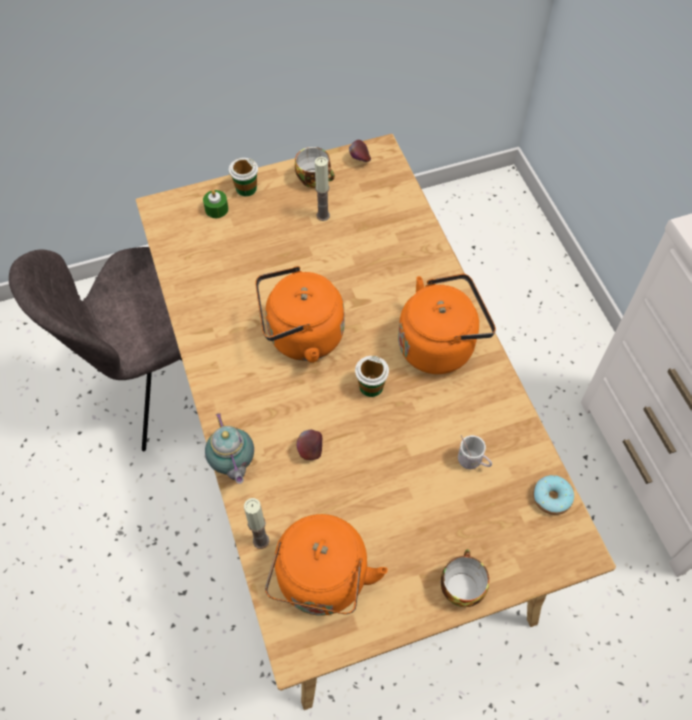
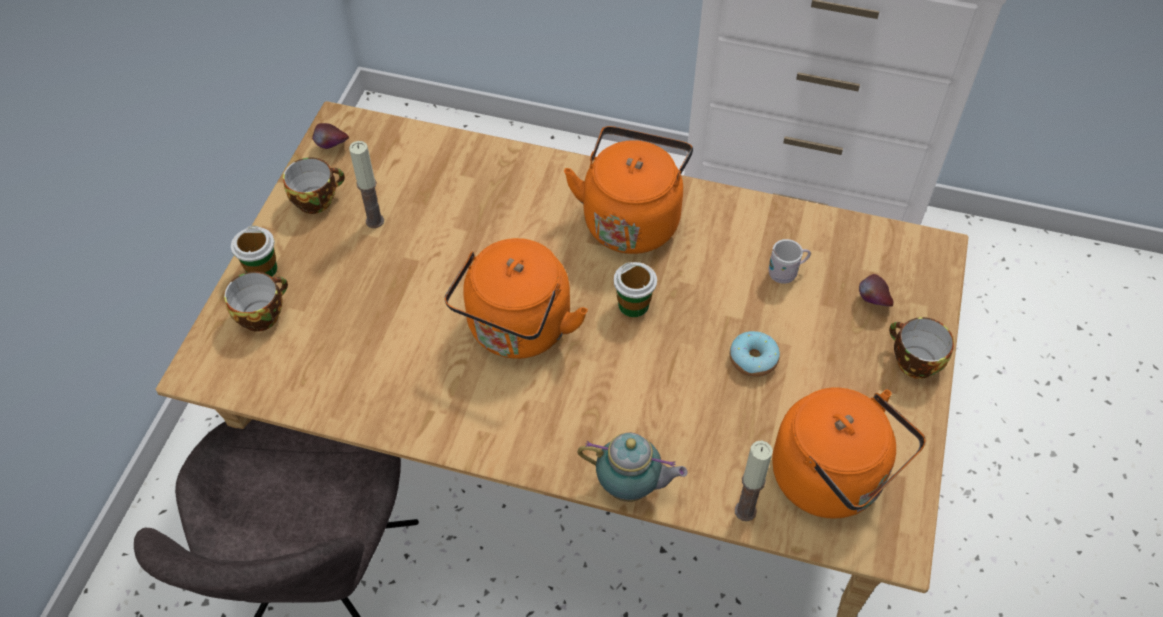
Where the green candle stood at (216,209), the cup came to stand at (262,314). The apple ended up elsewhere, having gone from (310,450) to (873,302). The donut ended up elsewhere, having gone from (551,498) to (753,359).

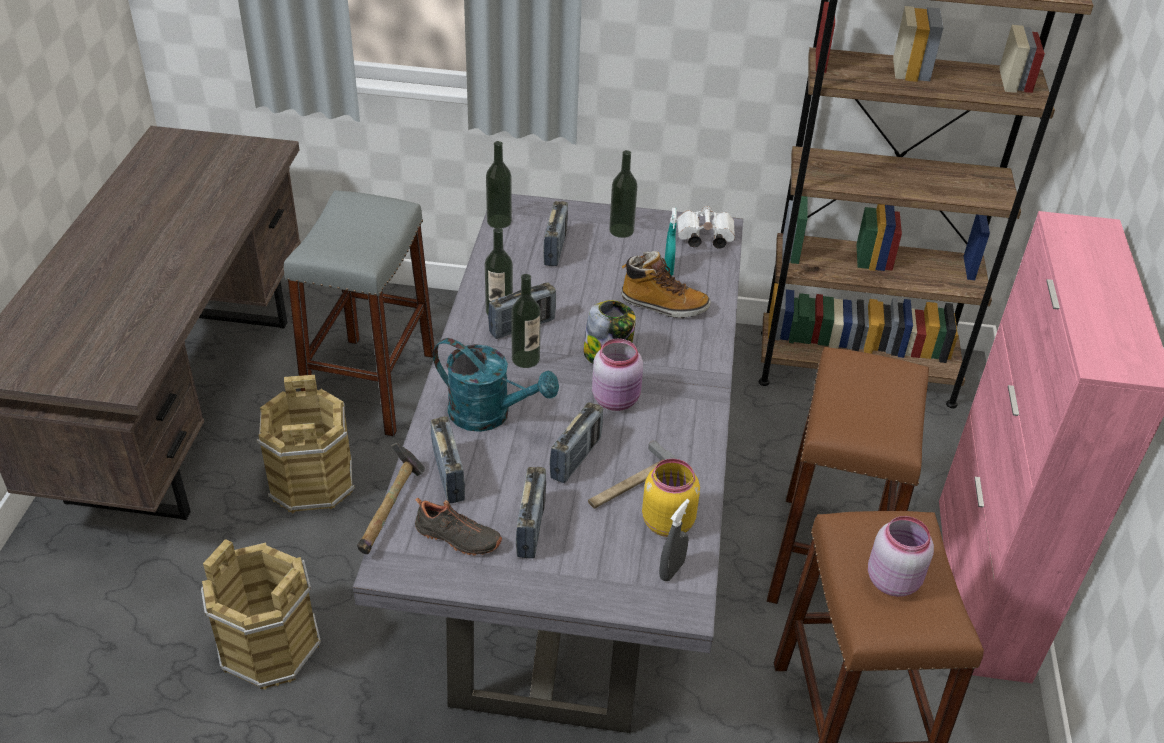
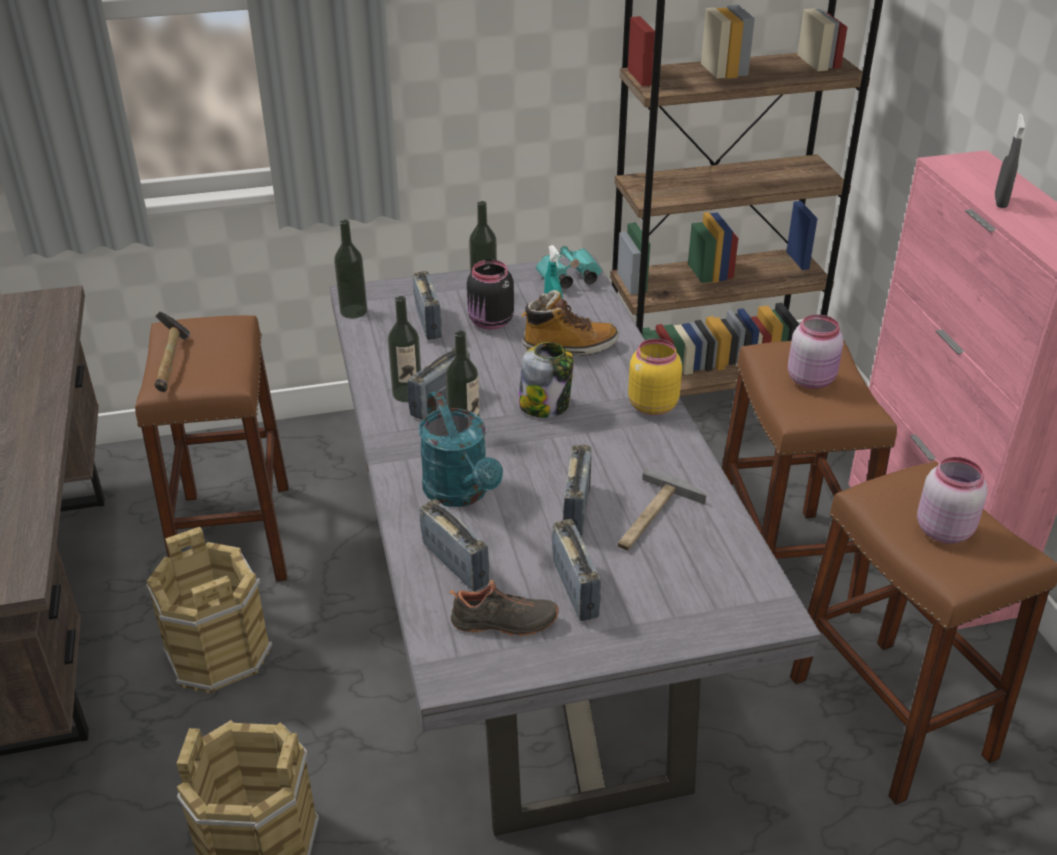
What was the grey stool at (371,385) turned into the brown stool at (234,536). The hammer ended up elsewhere, having gone from (391,509) to (172,364). The turquoise watering can at (490,415) ended up facing another way, 60 degrees clockwise from before. The pink jar ended up elsewhere, having gone from (617,399) to (812,379). The yellow jar ended up elsewhere, having gone from (666,521) to (651,405). The grey spray bottle ended up elsewhere, having gone from (671,570) to (1000,202). What was the white binoculars at (703,238) turned into the turquoise binoculars at (568,280). The second view gained the black jar at (490,322).

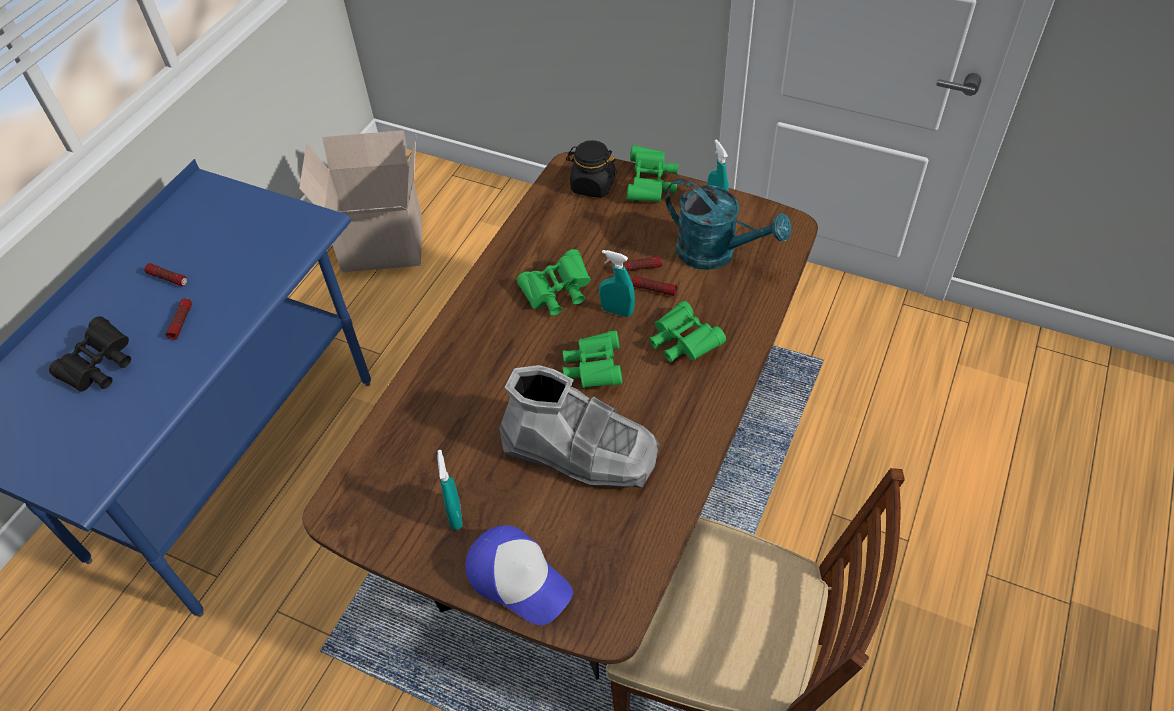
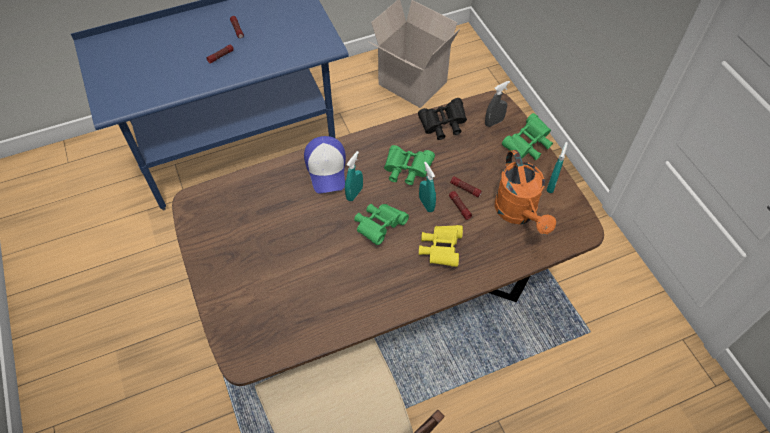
The black binoculars ended up elsewhere, having gone from (101,367) to (443,126). The turquoise spray bottle ended up elsewhere, having gone from (455,515) to (354,194). The cap ended up elsewhere, having gone from (519,579) to (327,169). The second view lost the grey boot at (580,451). Where the black jar stood at (592,185), the grey spray bottle came to stand at (494,122). What was the green binoculars at (682,343) turned into the yellow binoculars at (440,249). What was the turquoise watering can at (716,253) turned into the orange watering can at (519,213).

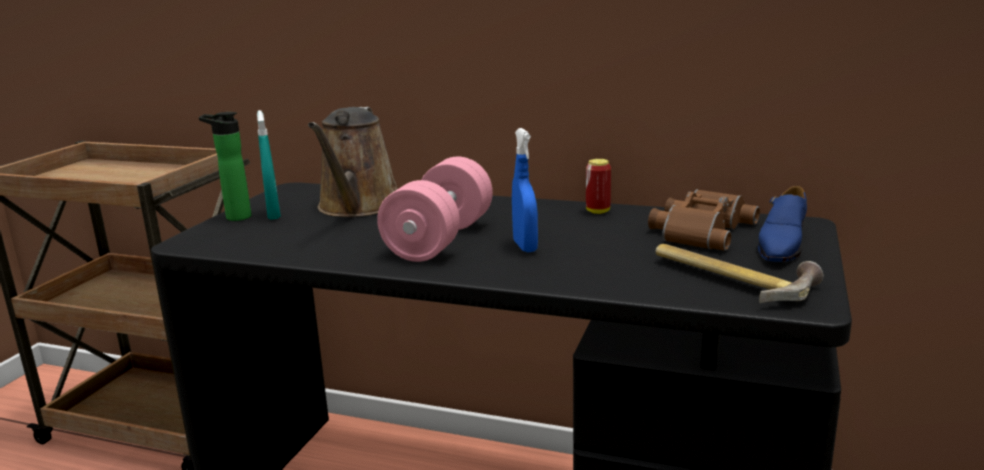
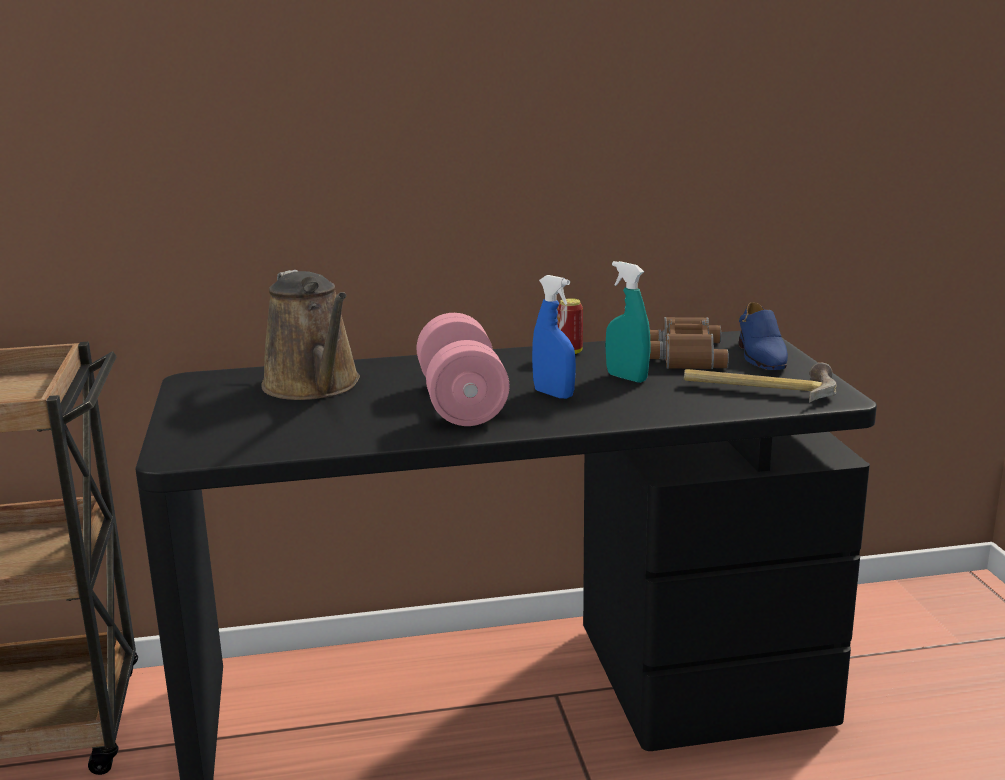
The second view lost the bottle at (234,217). The turquoise spray bottle ended up elsewhere, having gone from (273,214) to (626,378).

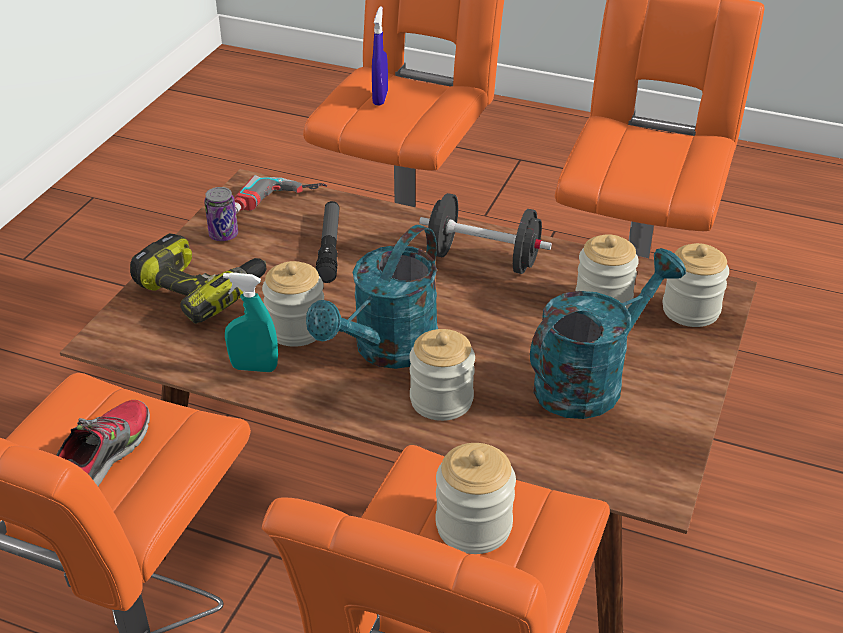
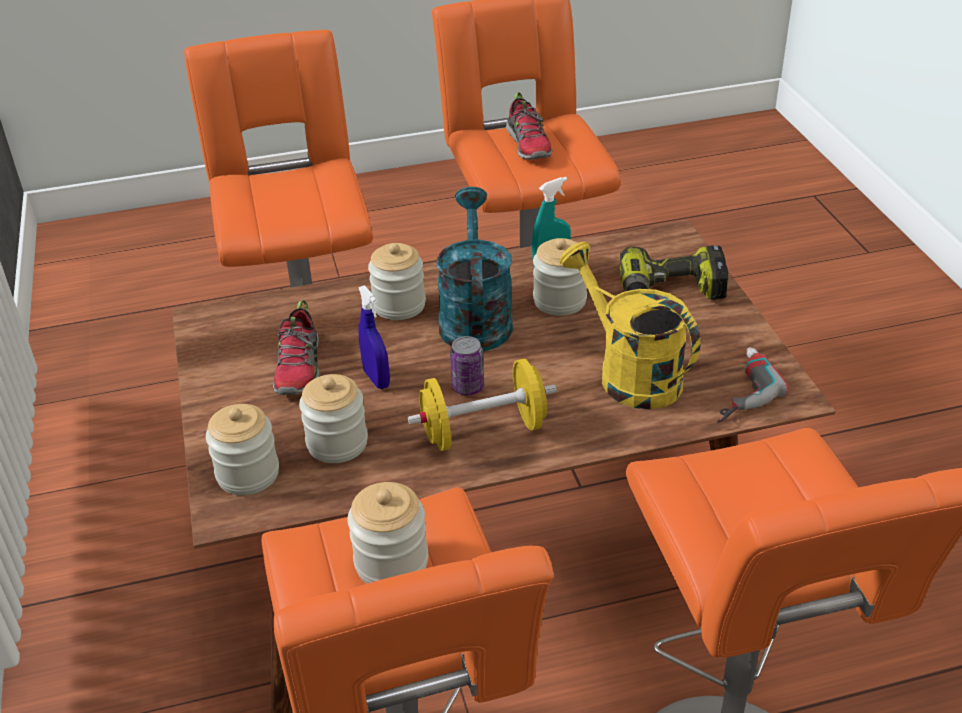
The can ended up elsewhere, having gone from (223,235) to (468,387). Where the flashlight stood at (329,247), the yellow watering can came to stand at (629,373). The blue spray bottle ended up elsewhere, having gone from (380,98) to (376,379). What was the black dumbbell at (483,259) turned into the yellow dumbbell at (483,431). The jar ended up elsewhere, having gone from (473,526) to (391,562). Where the turquoise watering can stood at (590,380), the shoe came to stand at (299,368).

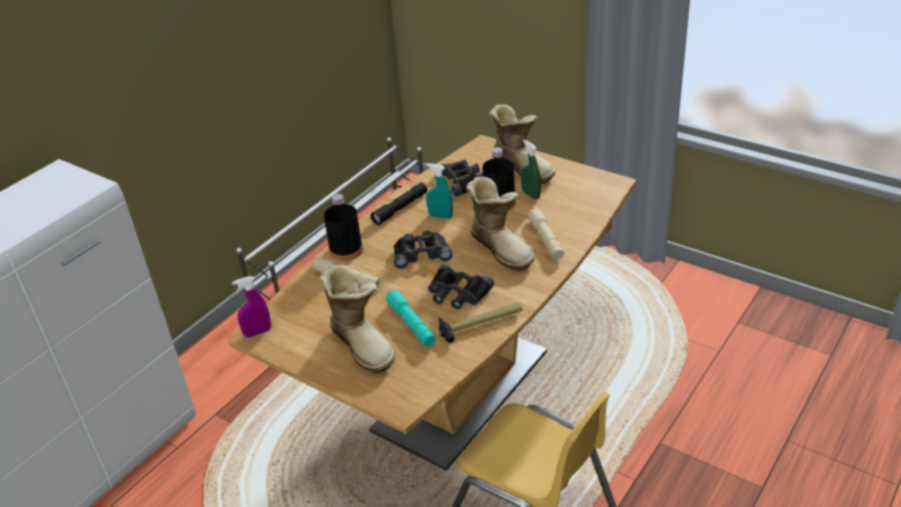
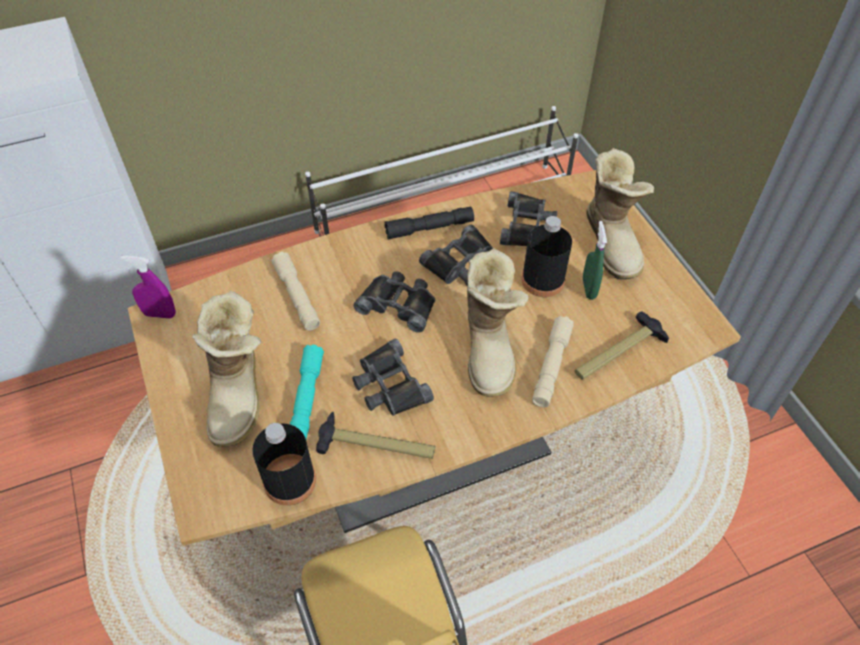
The black bottle ended up elsewhere, having gone from (346,250) to (290,481). Where the turquoise spray bottle stood at (440,216), the black binoculars came to stand at (462,263). The second view gained the hammer at (618,353).

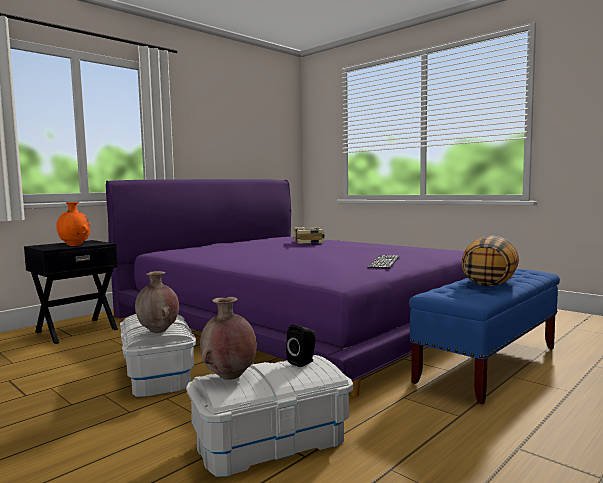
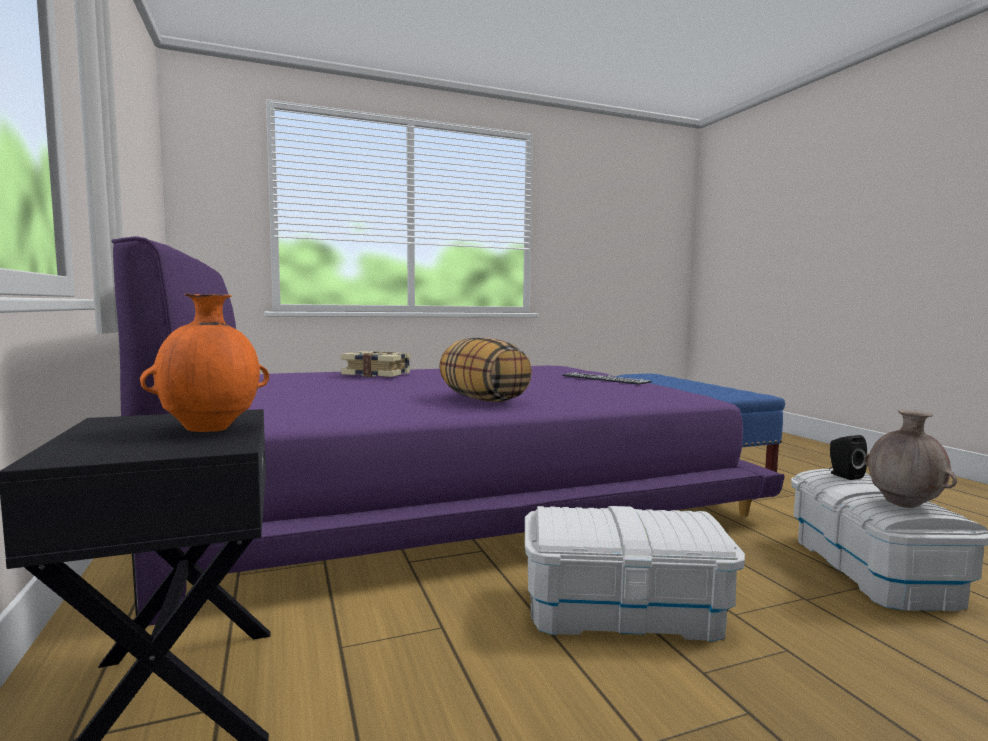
The second view lost the brown vase at (159,331). The pillow ended up elsewhere, having gone from (489,283) to (482,399).

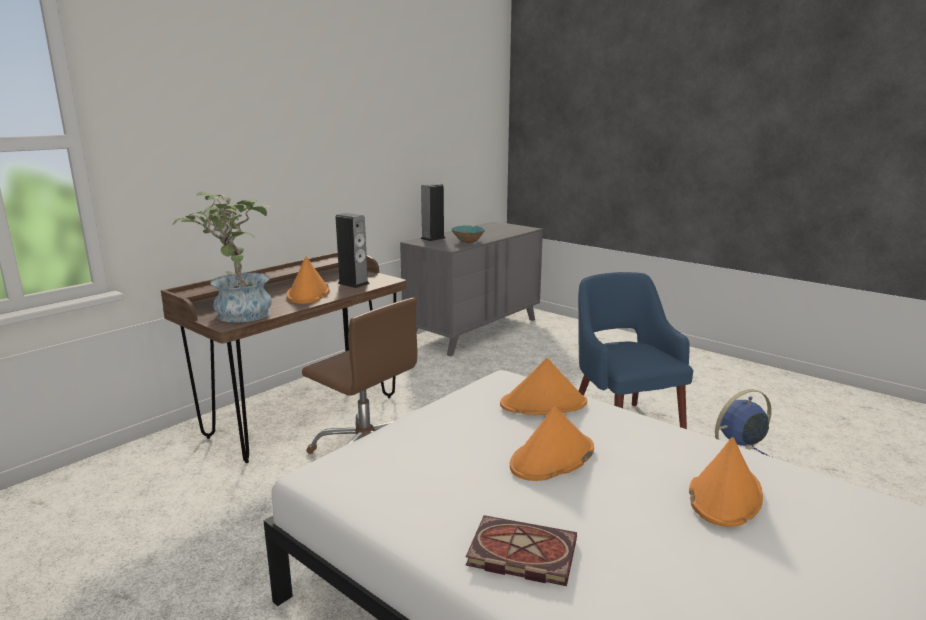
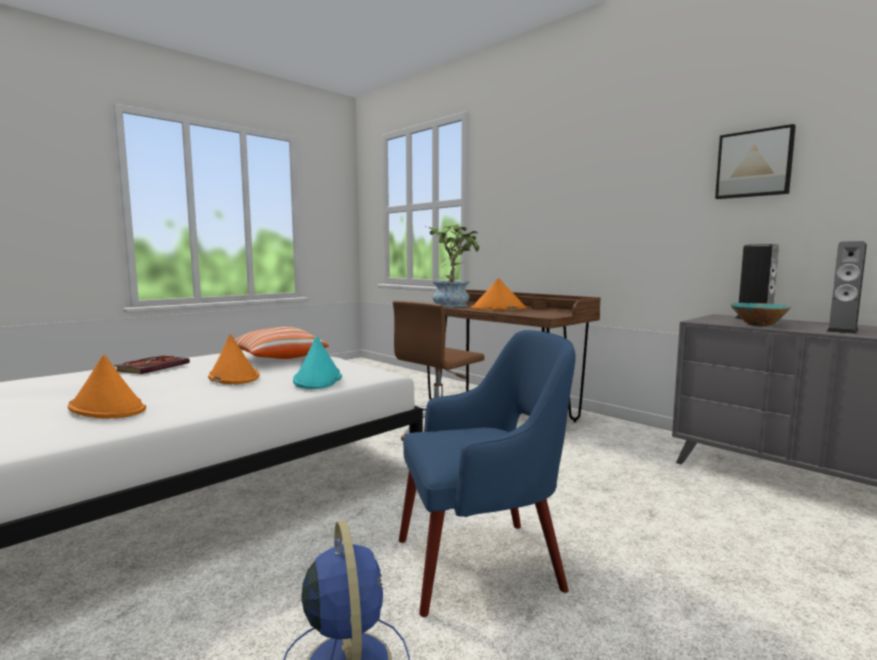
The speaker ended up elsewhere, having gone from (353,283) to (842,330). What was the orange hat at (544,404) turned into the turquoise hat at (318,379). The second view gained the pillow at (278,358). The second view gained the picture at (754,164).

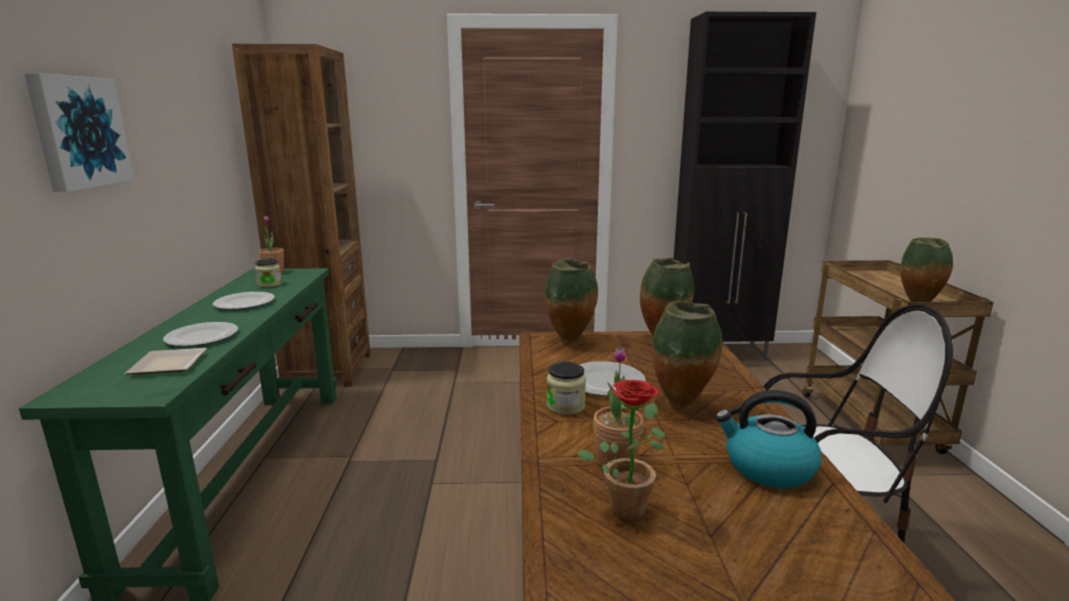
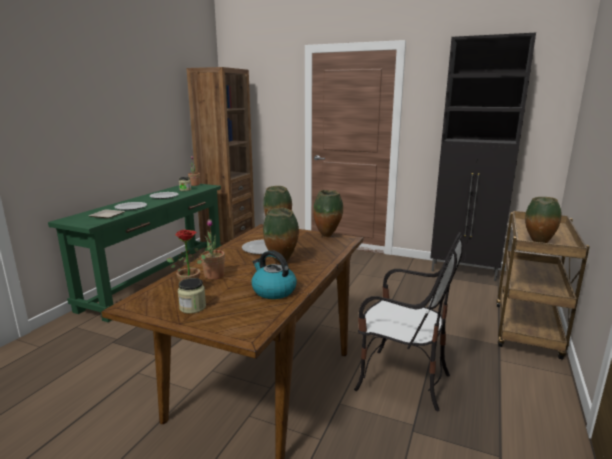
The second view lost the picture at (78,132). The jar ended up elsewhere, having gone from (565,406) to (192,307).

